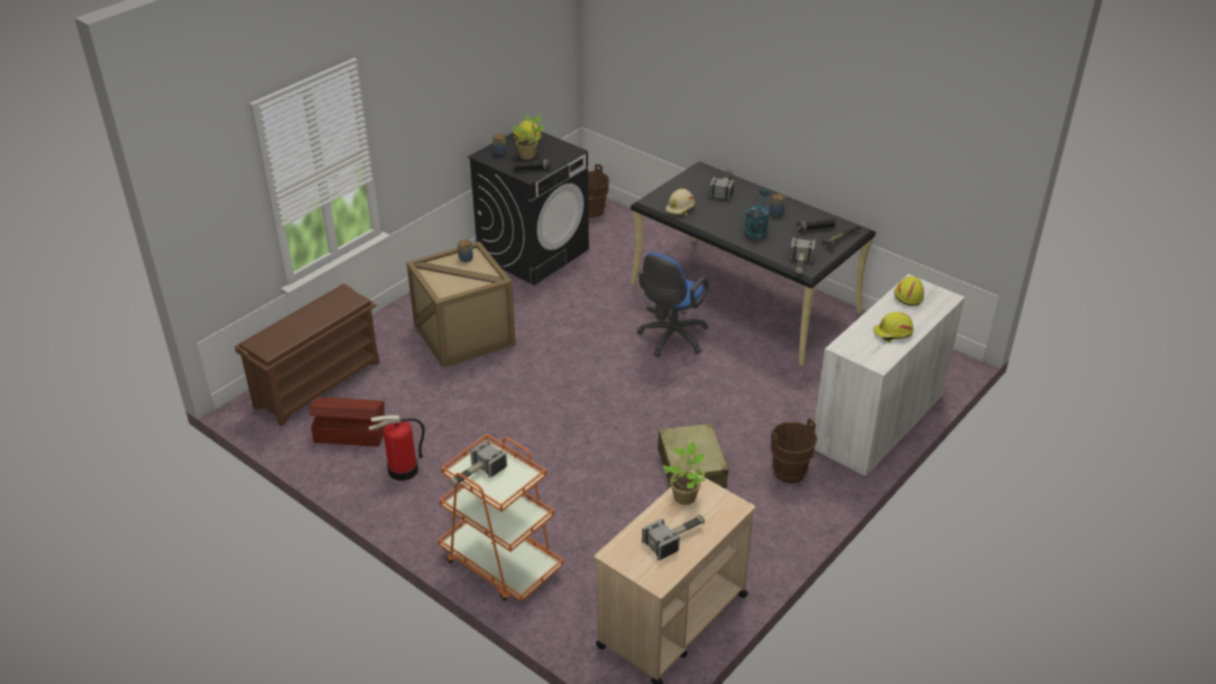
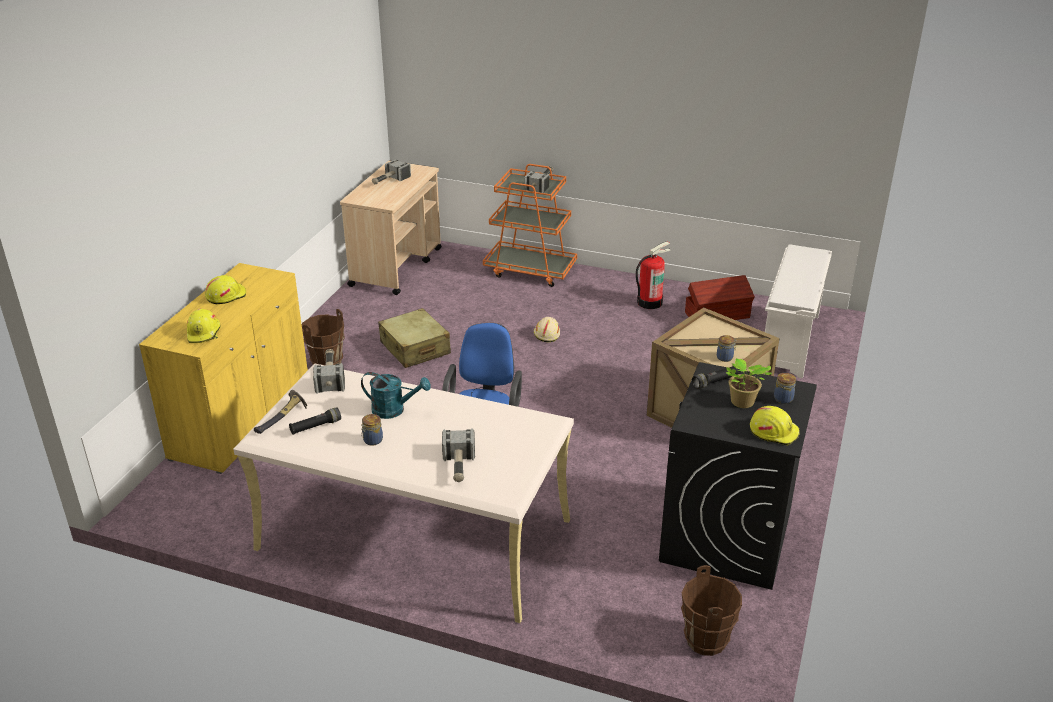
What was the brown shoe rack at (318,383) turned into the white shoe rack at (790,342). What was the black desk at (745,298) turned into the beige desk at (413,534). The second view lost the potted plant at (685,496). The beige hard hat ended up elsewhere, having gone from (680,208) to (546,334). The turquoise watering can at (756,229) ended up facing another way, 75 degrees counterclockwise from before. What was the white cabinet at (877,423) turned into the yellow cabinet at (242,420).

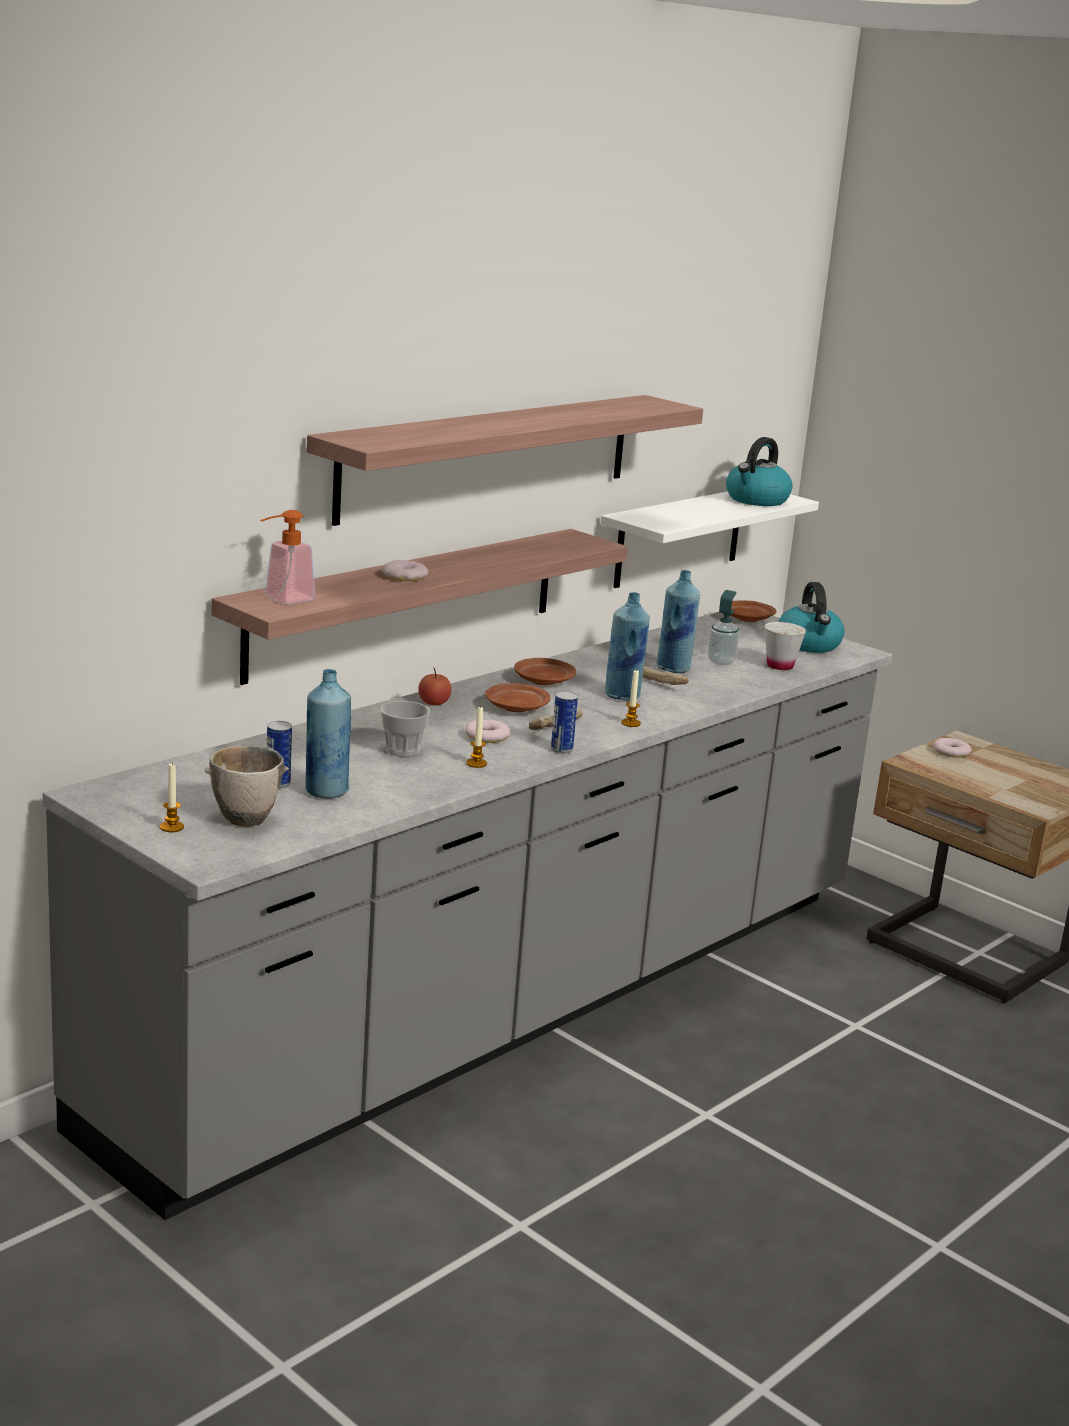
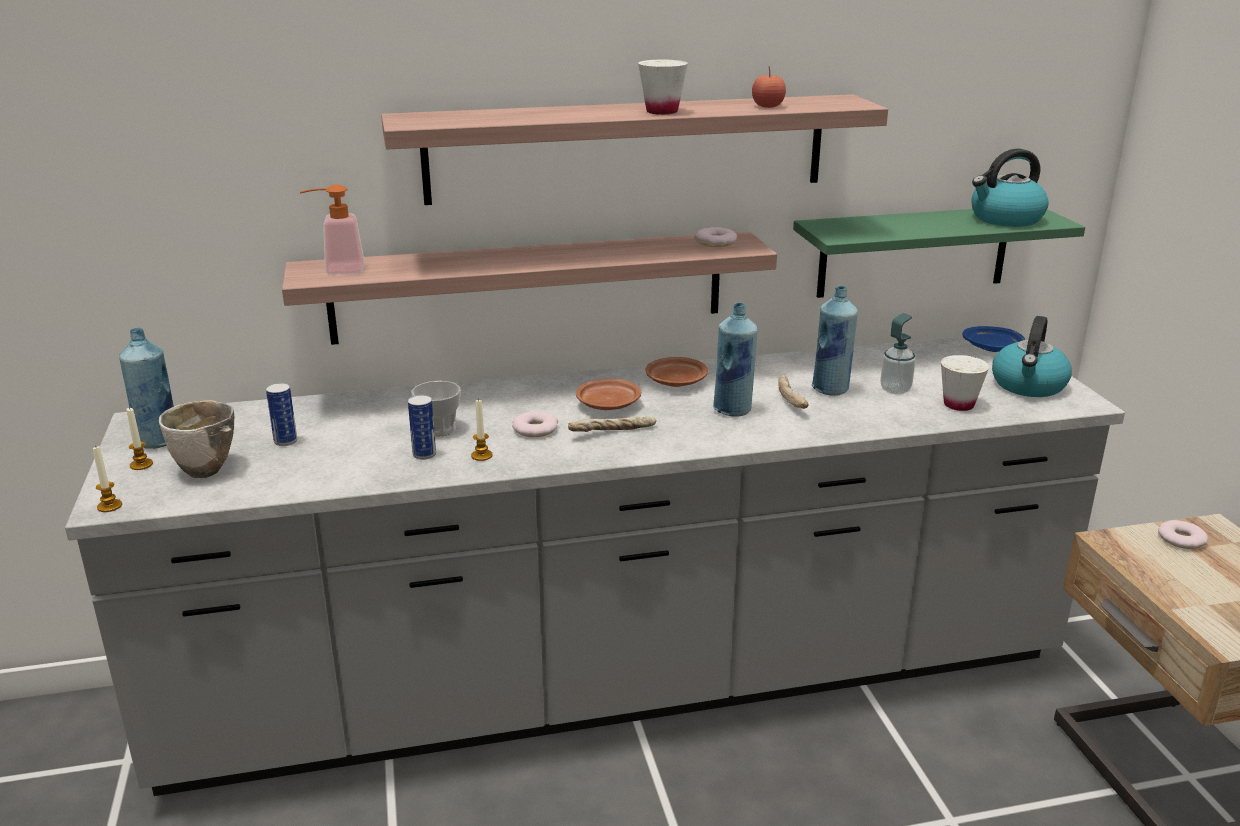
The blue bottle ended up elsewhere, having gone from (326,791) to (158,441). The donut ended up elsewhere, having gone from (404,576) to (715,242). The apple ended up elsewhere, having gone from (434,703) to (767,106). The can ended up elsewhere, having gone from (561,750) to (424,454). What was the white shelf at (679,536) turned into the green shelf at (913,251). The candle ended up elsewhere, having gone from (630,723) to (109,506). What was the brown plate at (748,619) turned into the blue plate at (992,348). The second view gained the white cup at (662,112).

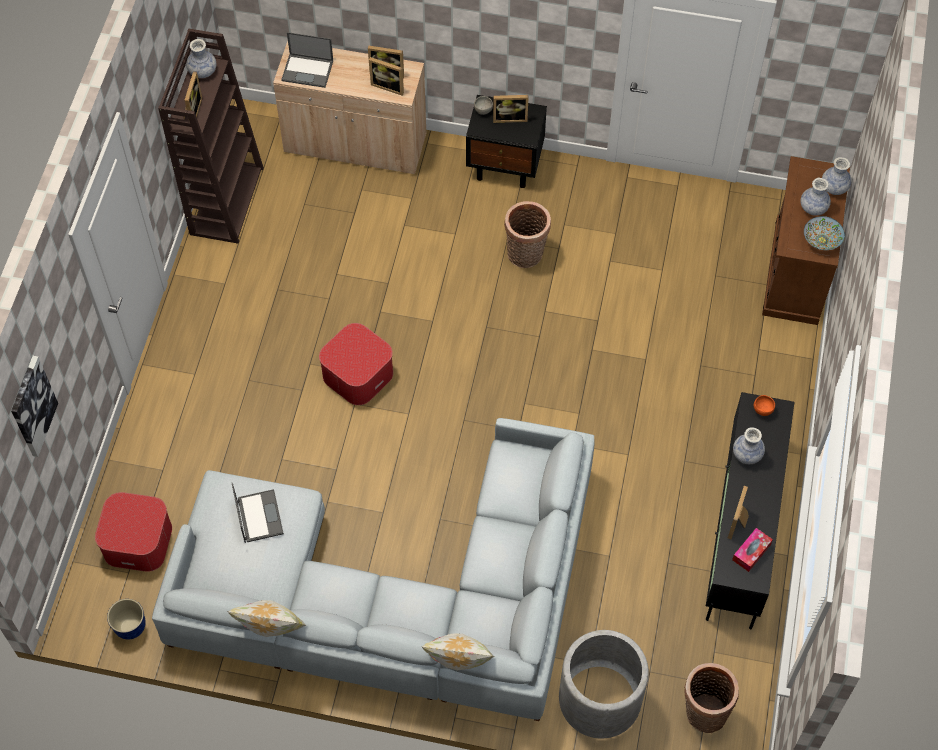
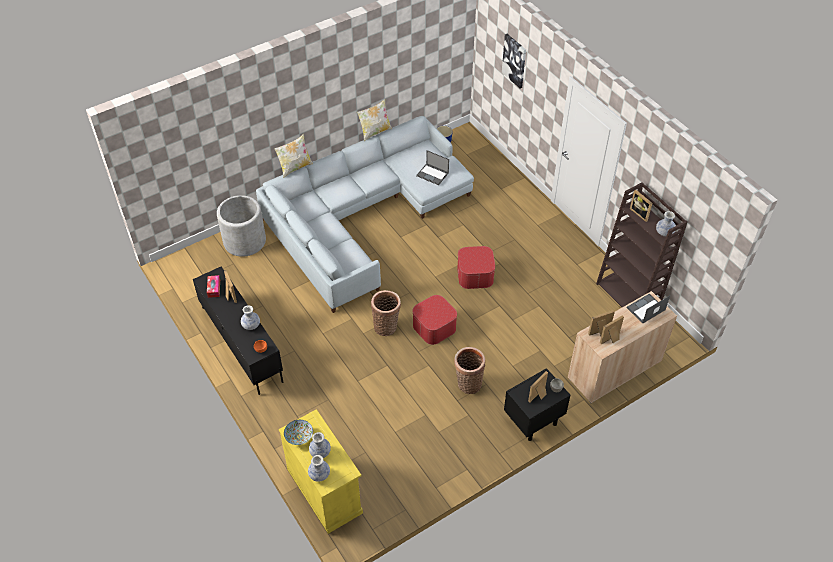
The ottoman ended up elsewhere, having gone from (138,540) to (434,327). The basket ended up elsewhere, having gone from (703,713) to (386,326). What was the brown cabinet at (795,271) turned into the yellow cabinet at (324,490).

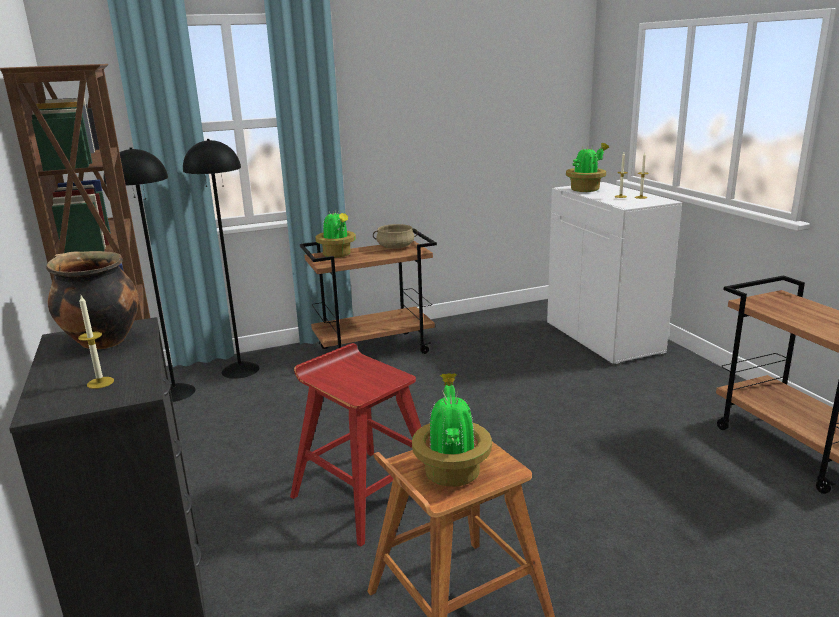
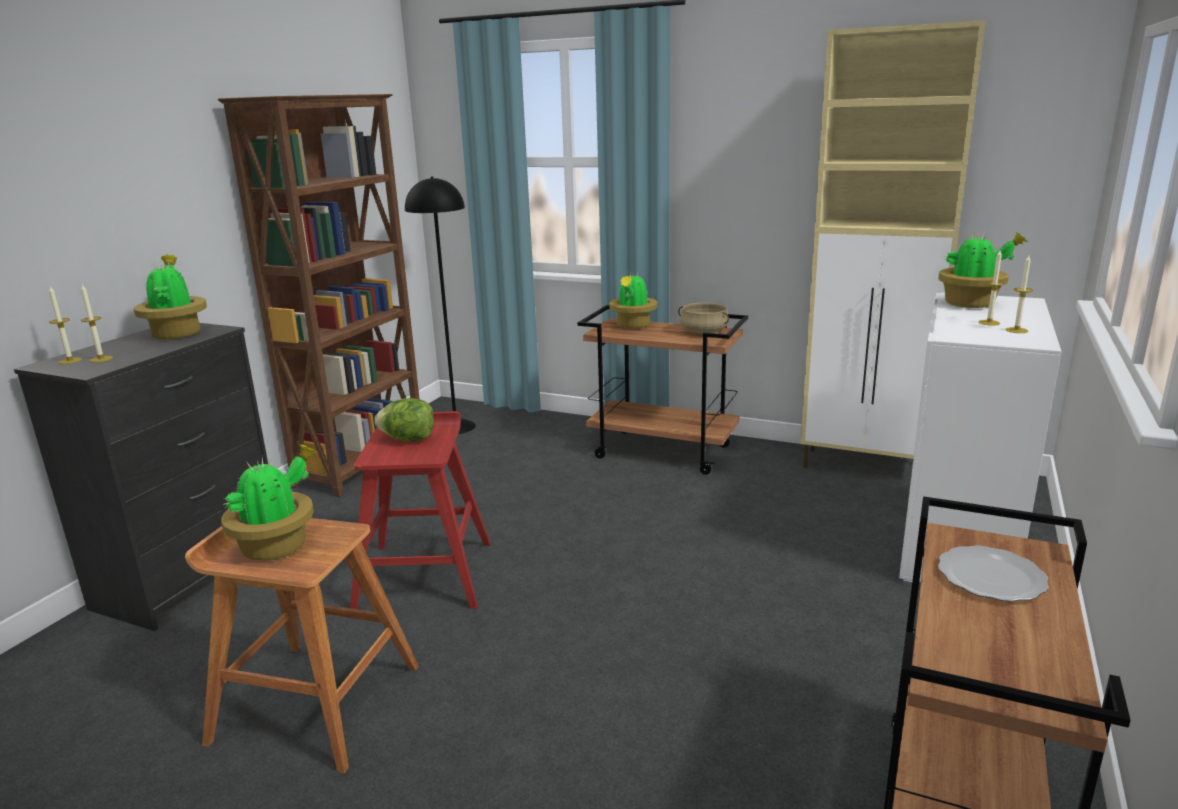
Where the cooking pot stood at (101,341), the potted plant came to stand at (177,334). The second view lost the black floor lamp at (240,370). The second view gained the candle at (70,361). The second view gained the lettuce at (408,439). The second view gained the beige cabinet at (865,466). The second view gained the plate at (989,577).

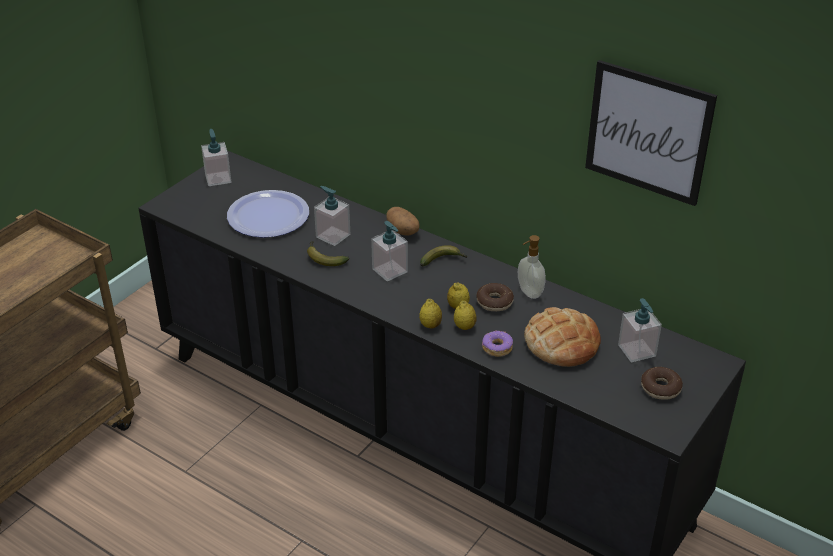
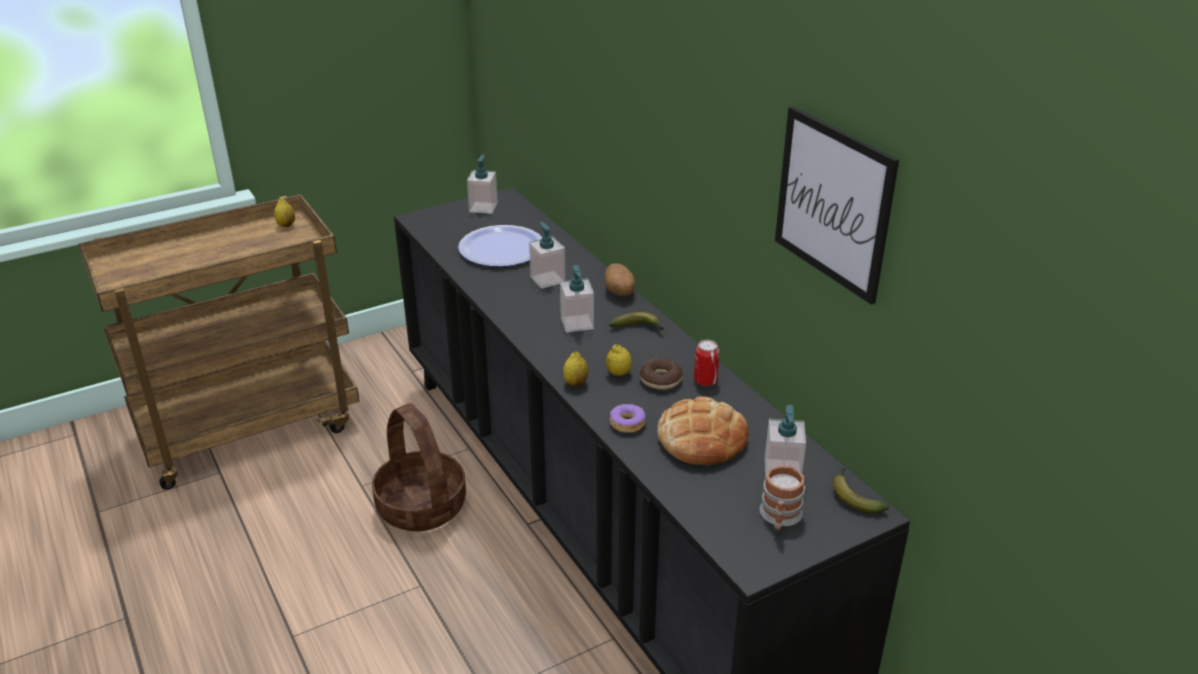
The banana ended up elsewhere, having gone from (324,258) to (854,496). The lemon ended up elsewhere, having gone from (464,327) to (286,225). Where the soap dispenser stood at (529,292), the can came to stand at (705,381). Where the donut stood at (660,388), the mug came to stand at (780,517). The second view gained the basket at (422,506).

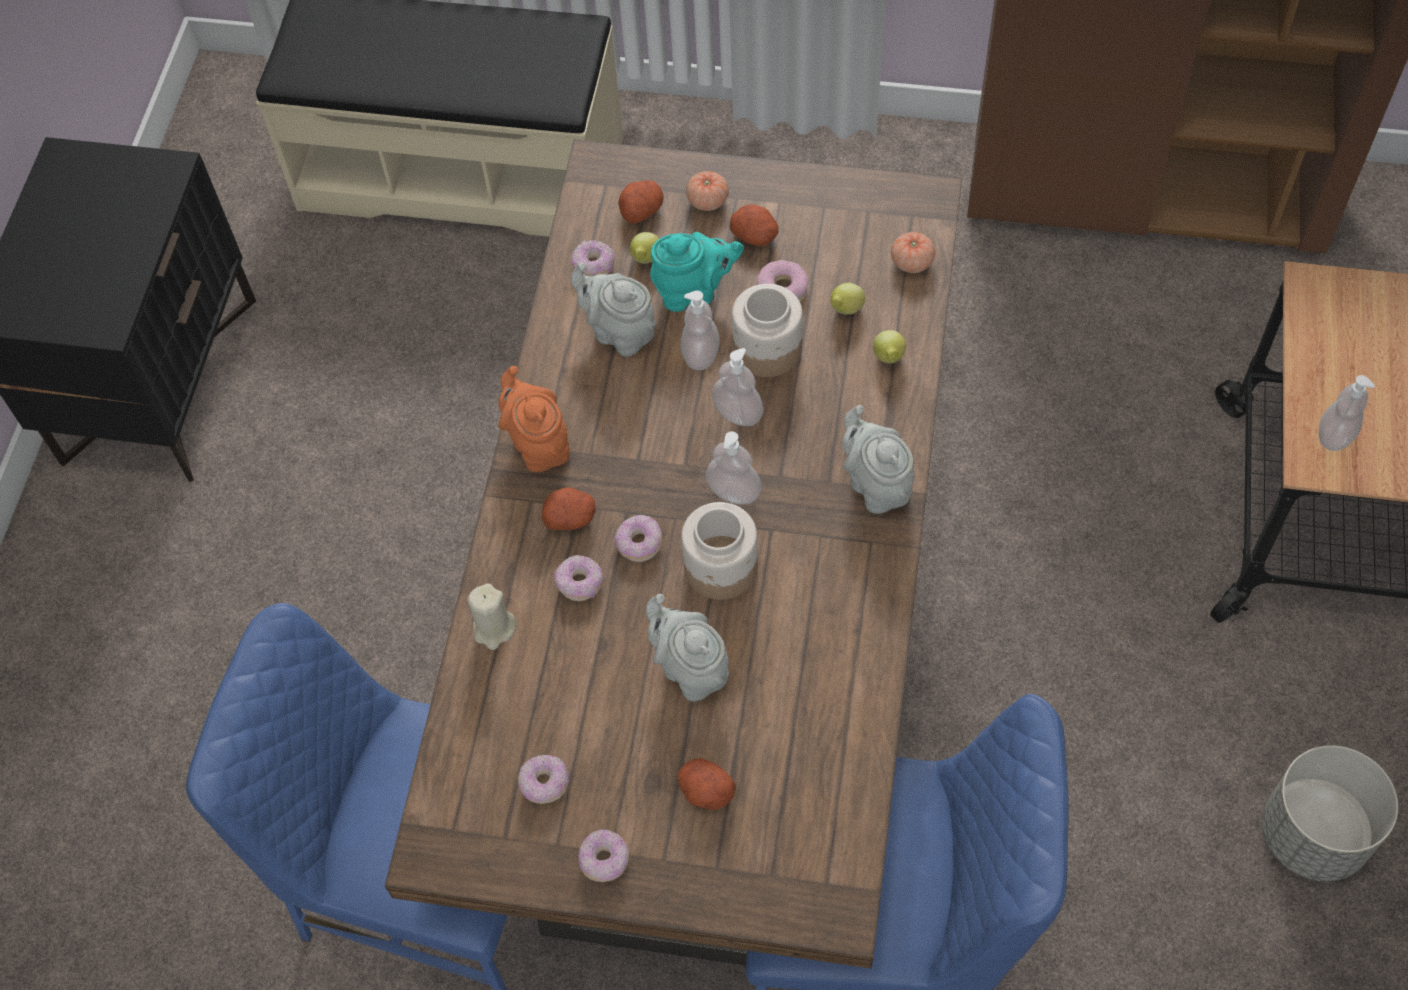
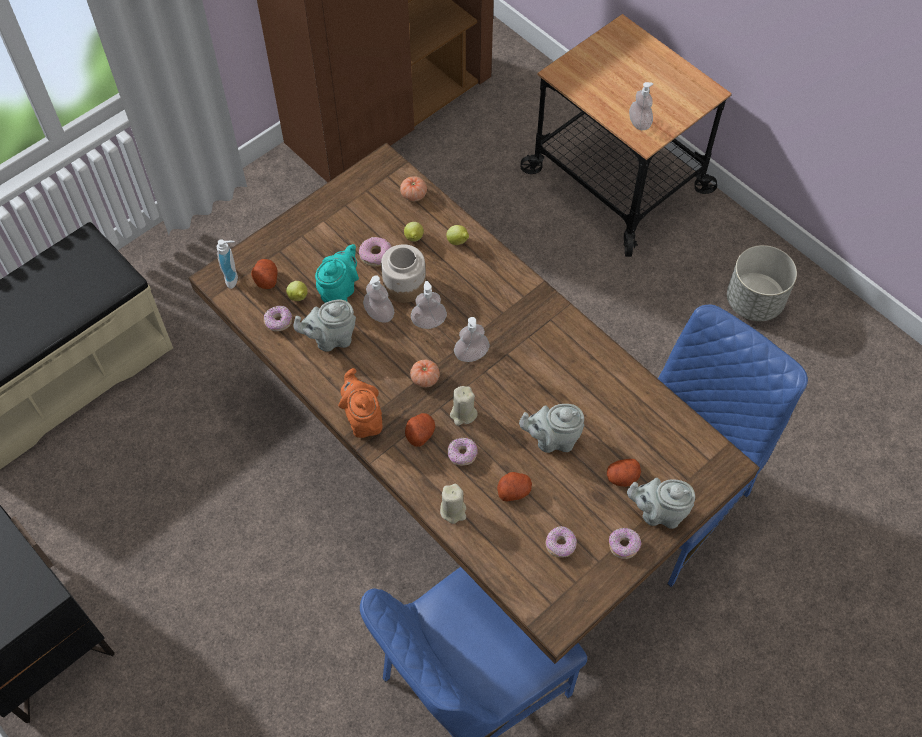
The orange teapot at (538,445) ended up facing another way, 60 degrees clockwise from before. Where the donut stood at (639,543), the beige candle came to stand at (463,414). The second view lost the jar at (721,568). The tomato ended up elsewhere, having gone from (707,201) to (425,378). The potato ended up elsewhere, having gone from (755,235) to (514,490). The grey teapot ended up elsewhere, having gone from (876,485) to (659,513). The second view gained the soap dispenser at (234,278).

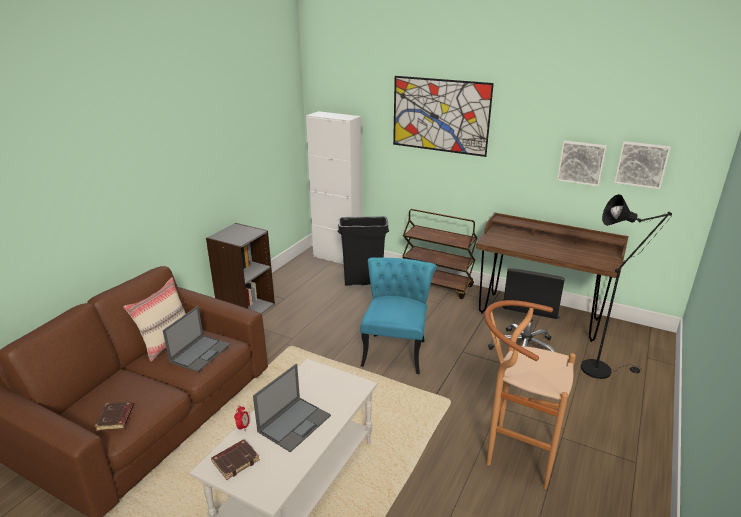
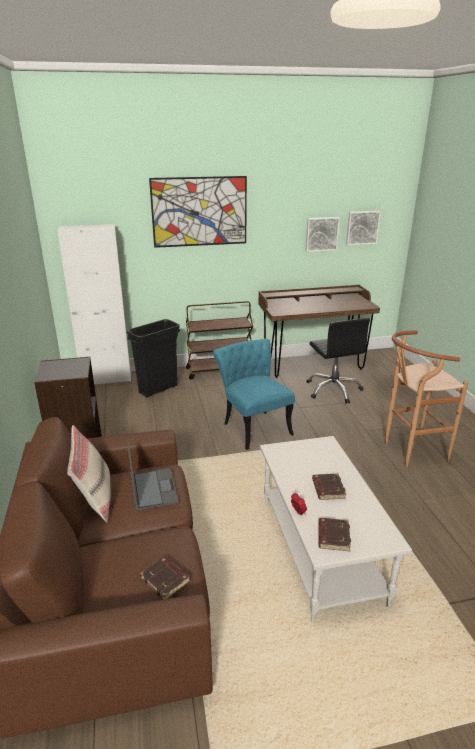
Where the laptop stood at (295,423), the brown book came to stand at (327,489). The second view lost the black floor lamp at (601,368).

